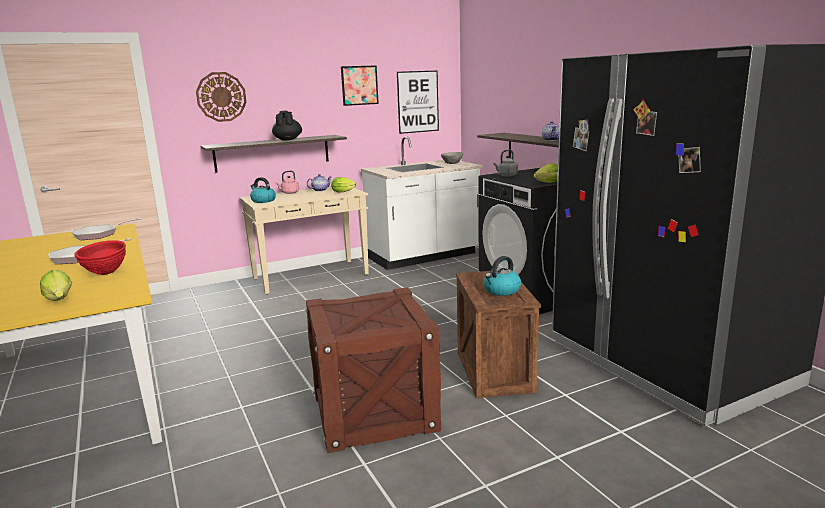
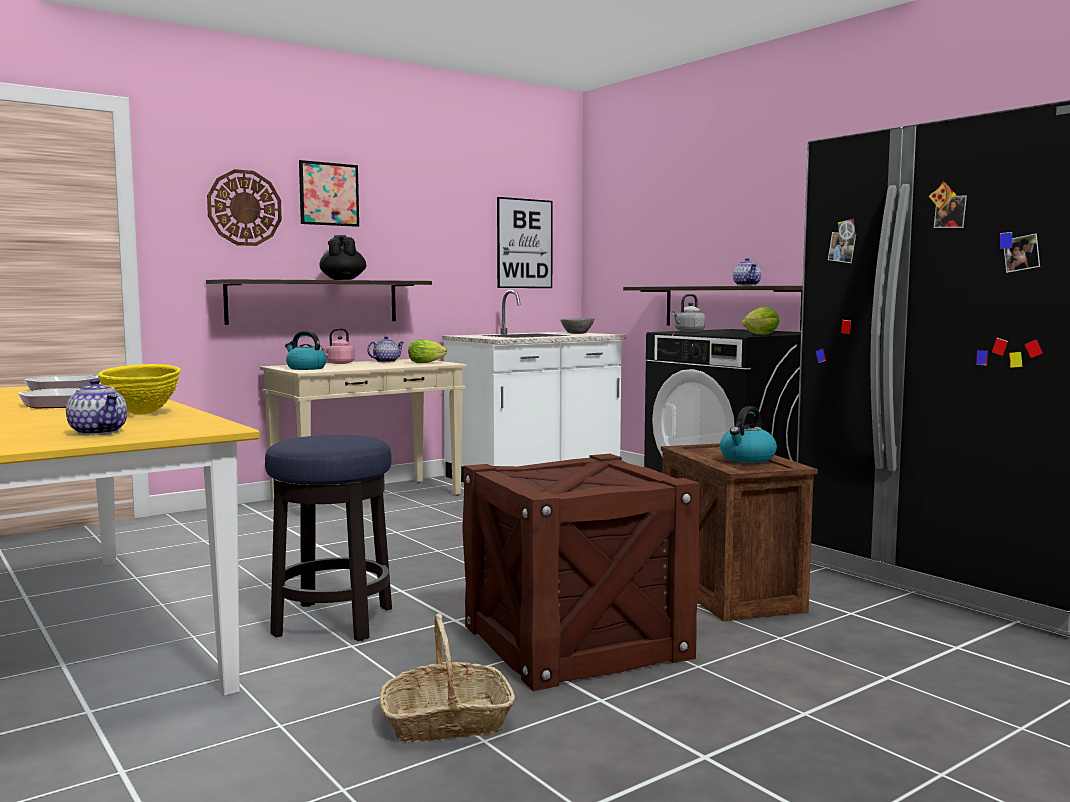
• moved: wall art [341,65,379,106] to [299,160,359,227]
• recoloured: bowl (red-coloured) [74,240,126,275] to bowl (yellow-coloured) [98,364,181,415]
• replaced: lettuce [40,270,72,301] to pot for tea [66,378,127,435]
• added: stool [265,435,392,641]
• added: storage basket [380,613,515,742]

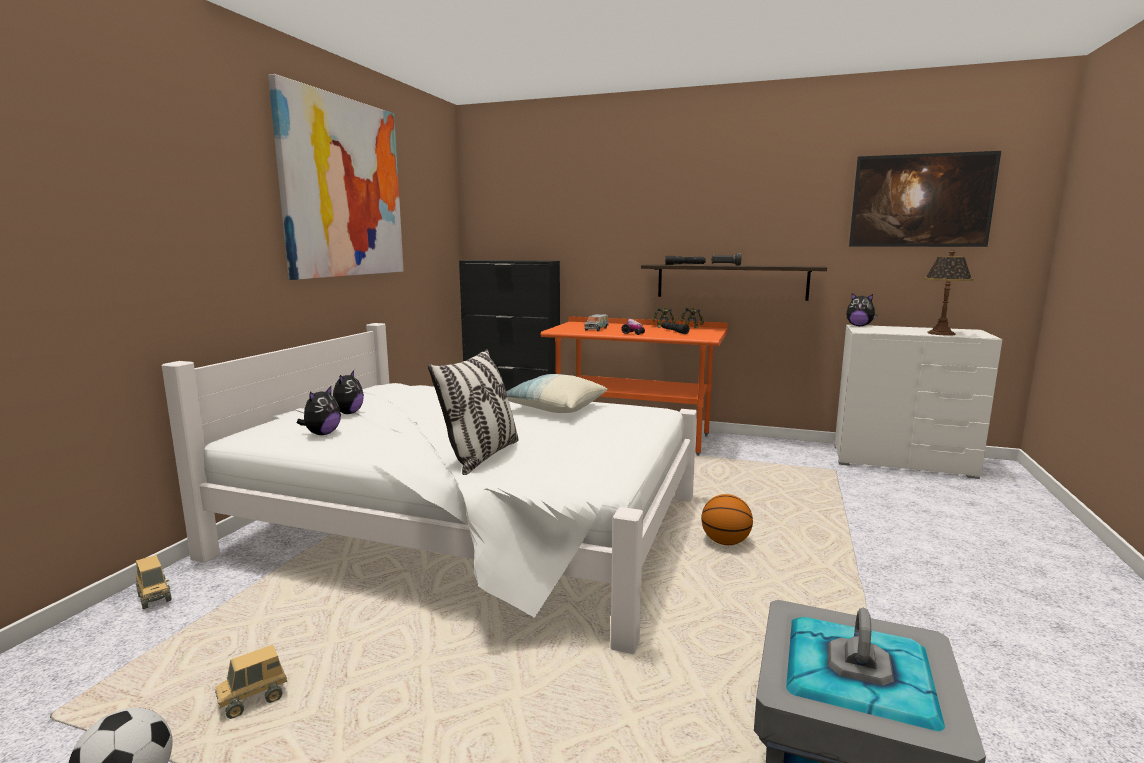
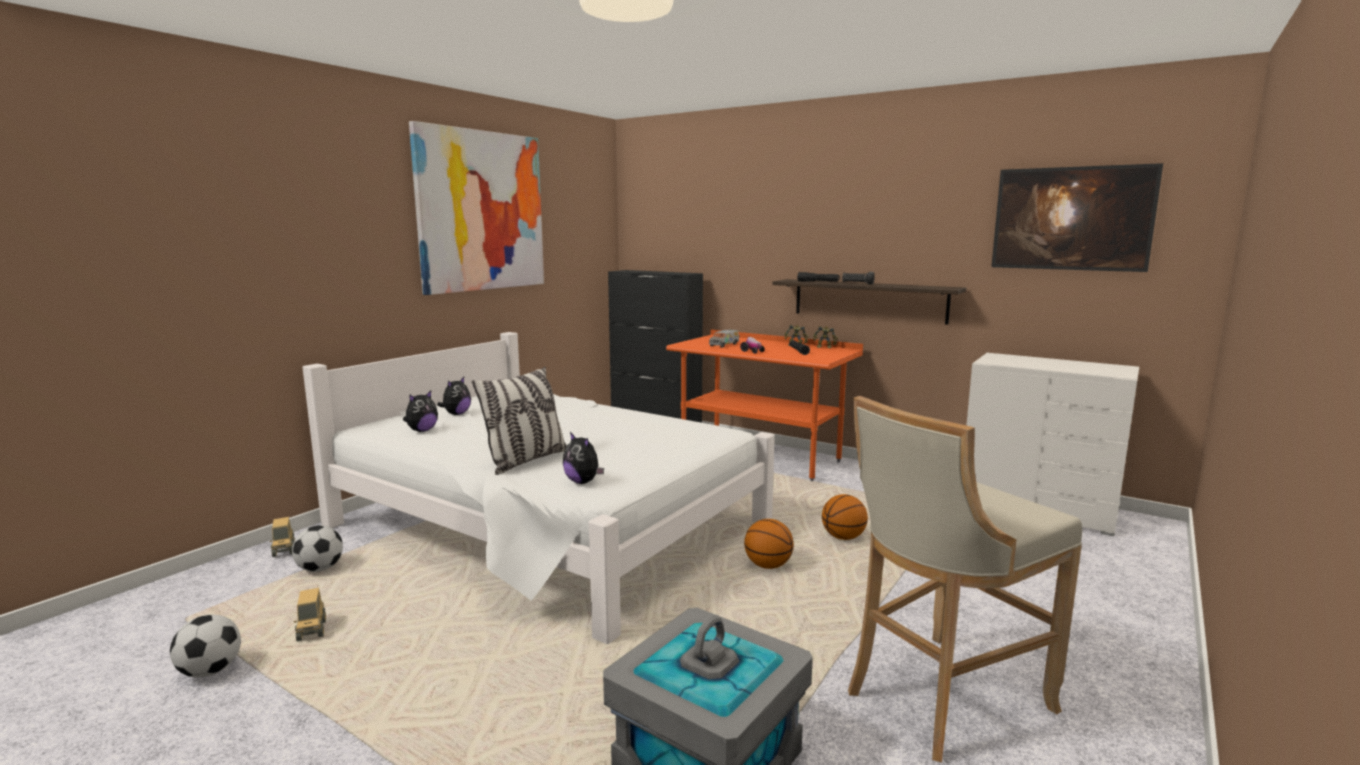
• removed: lamp for a table [924,250,973,336]
• moved: soft toy [846,293,878,326] to [563,432,604,484]
• removed: throw pillow [506,374,607,413]
• turned: toy truck [215,645,287,719] = [294,588,326,641] 90 degrees counterclockwise
• added: stool (sand-coloured) [848,396,1082,763]
• added: ball for basketball [822,494,868,540]
• added: ball for football [292,525,343,572]

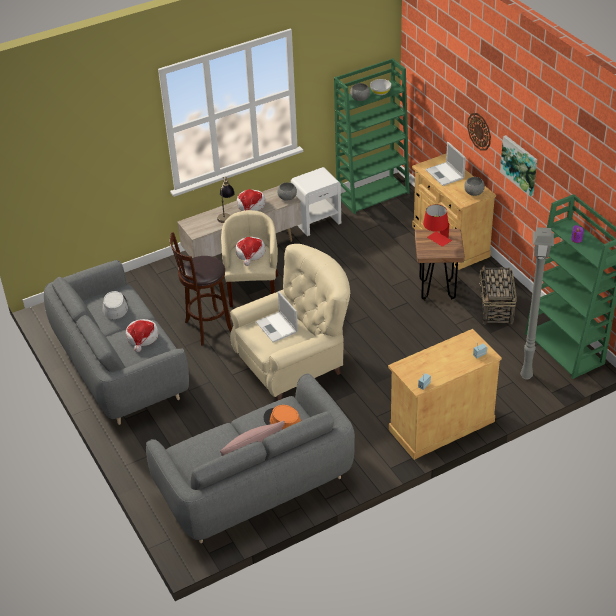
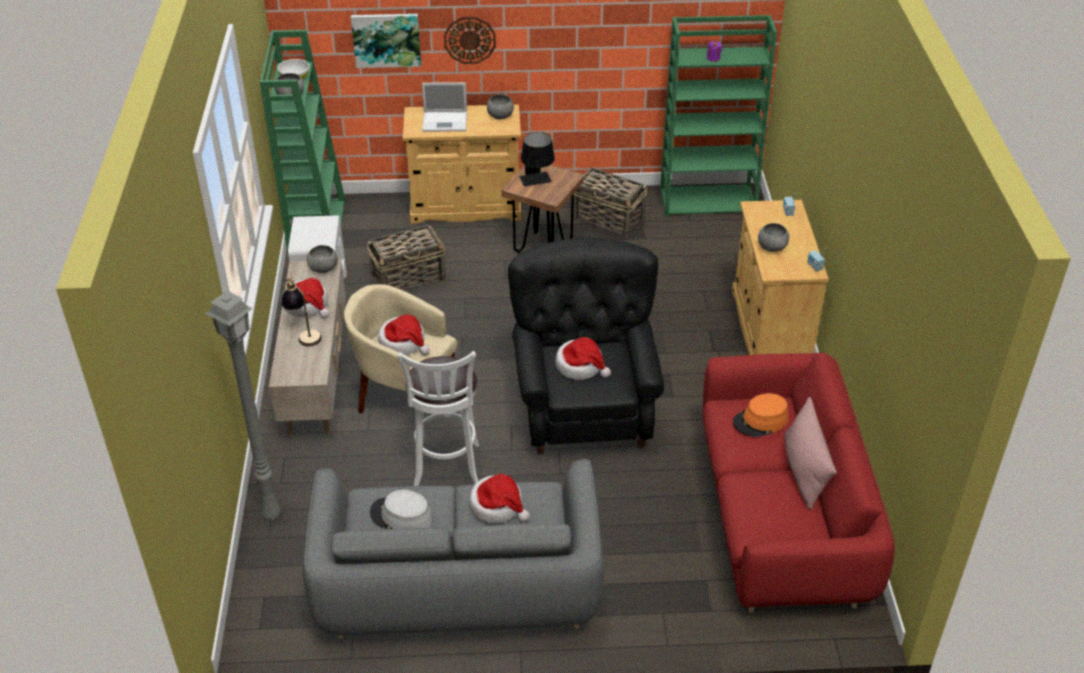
• moved: wall art [500,135,537,197] to [351,14,421,68]
• recoloured: lamp for a table (red-coloured) [423,204,452,247] to lamp for a table (black) [519,132,555,186]
• moved: floor lamp (gray) [520,227,554,380] to [205,291,281,520]
• recoloured: stool (brown) [170,232,232,346] to stool (white) [398,351,480,486]
• recoloured: armchair (sand-coloured) [230,244,350,401] to armchair (black) [508,238,664,455]
• replaced: notebook computer [256,291,298,343] to wearable hat [555,337,611,380]
• recoloured: settee (gray) [146,374,355,543] to settee (red-coloured) [703,353,895,612]
• added: bowl (gray) [758,223,789,252]
• added: storage basket [367,225,446,290]

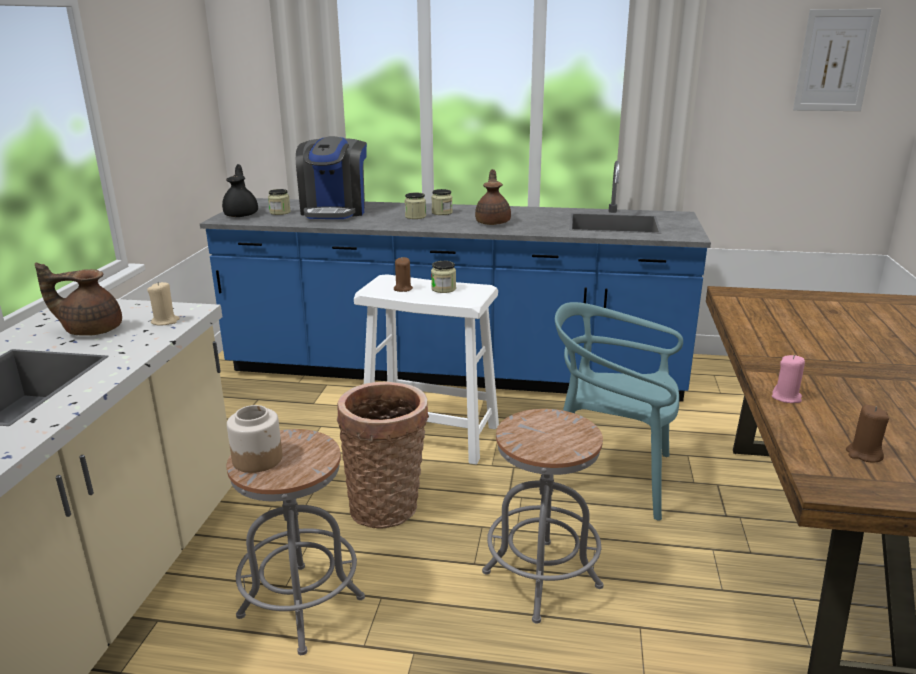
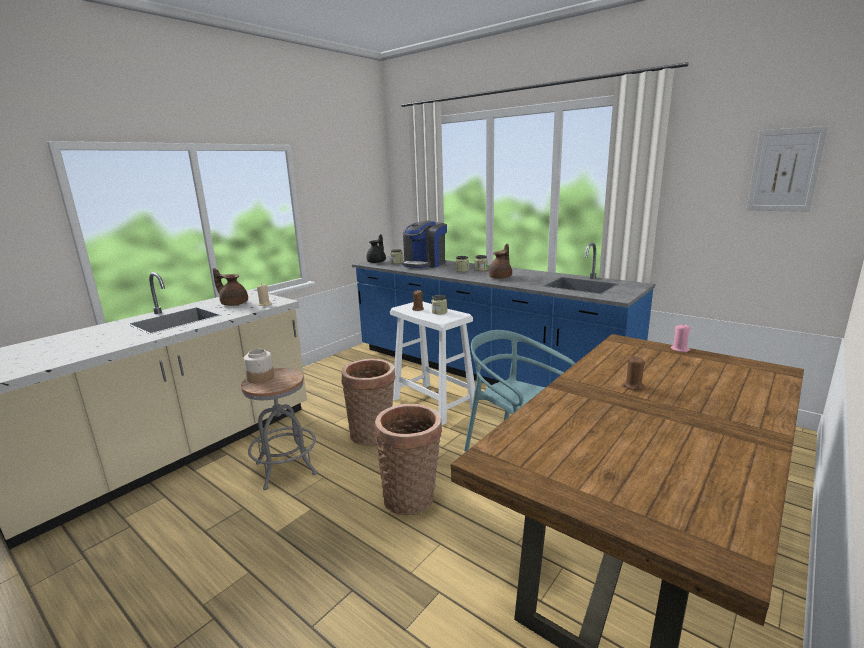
• moved: candle (pinkish) [772,355,805,403] to [670,324,690,352]
• moved: candle (brown) [846,405,889,463] to [622,356,645,390]
• replaced: stool (gray) [482,409,604,624] to storage basket [374,404,442,515]

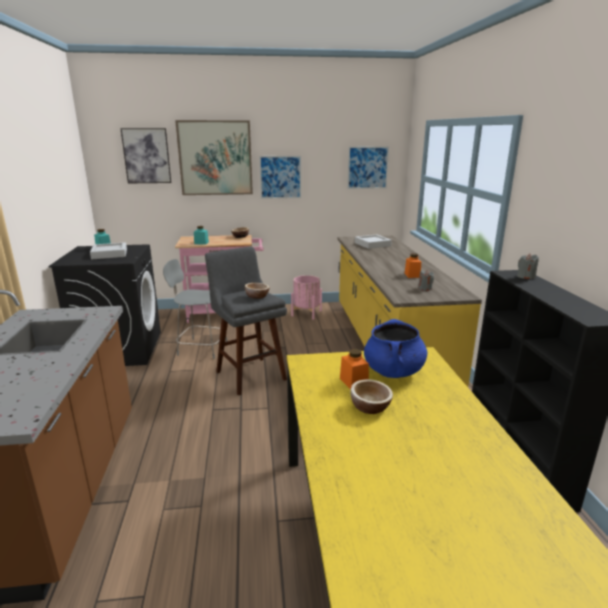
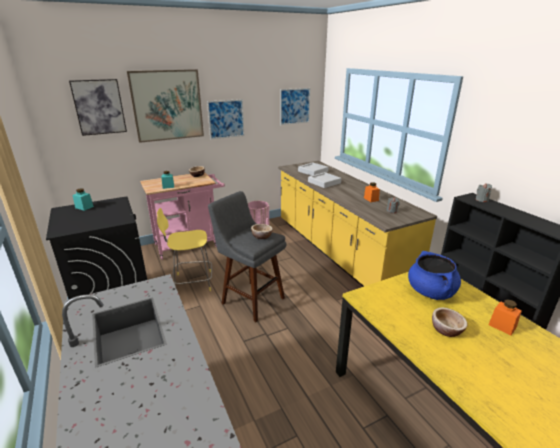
• moved: carrying tray (gray) [90,242,127,259] to [308,172,341,188]
• recoloured: stool (gray) [163,259,227,359] to stool (yellow-coloured) [157,208,212,291]
• moved: preserve jar (orangey) [340,349,369,390] to [488,299,522,335]

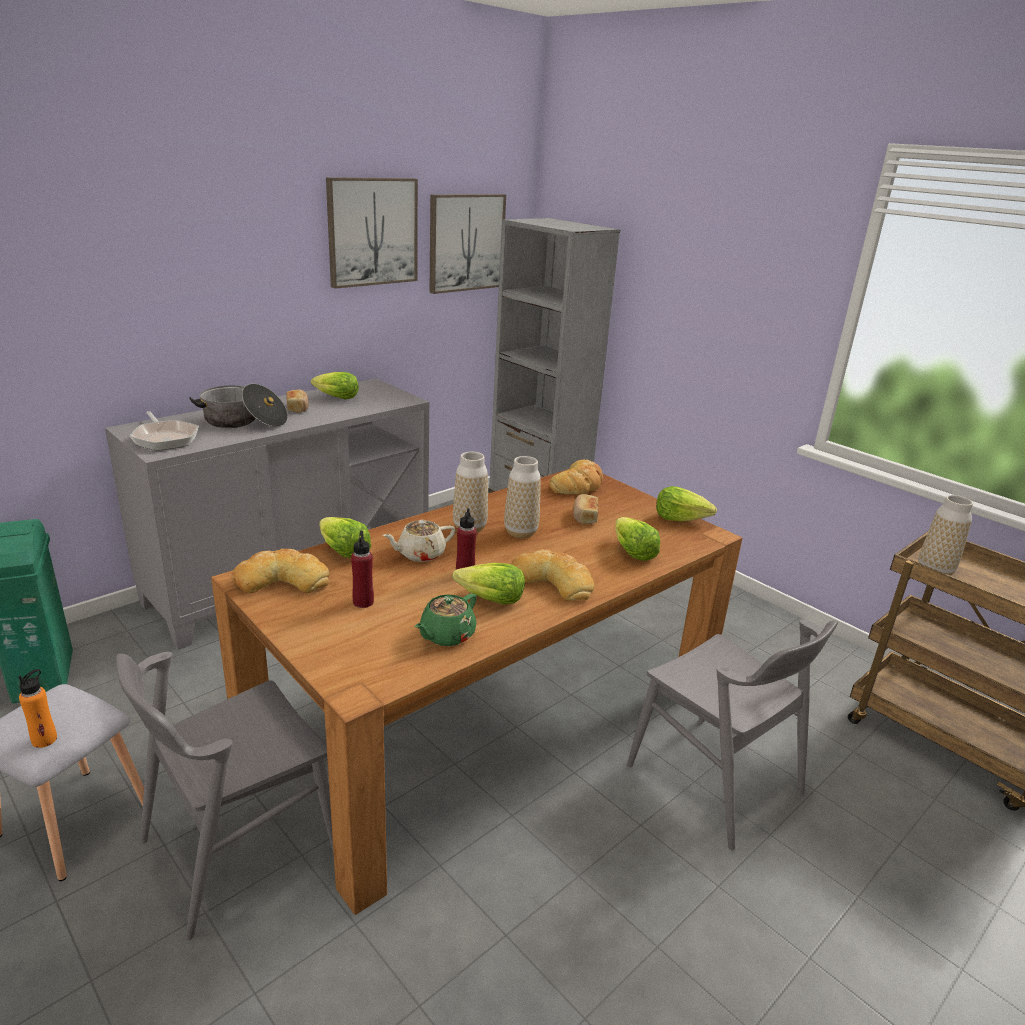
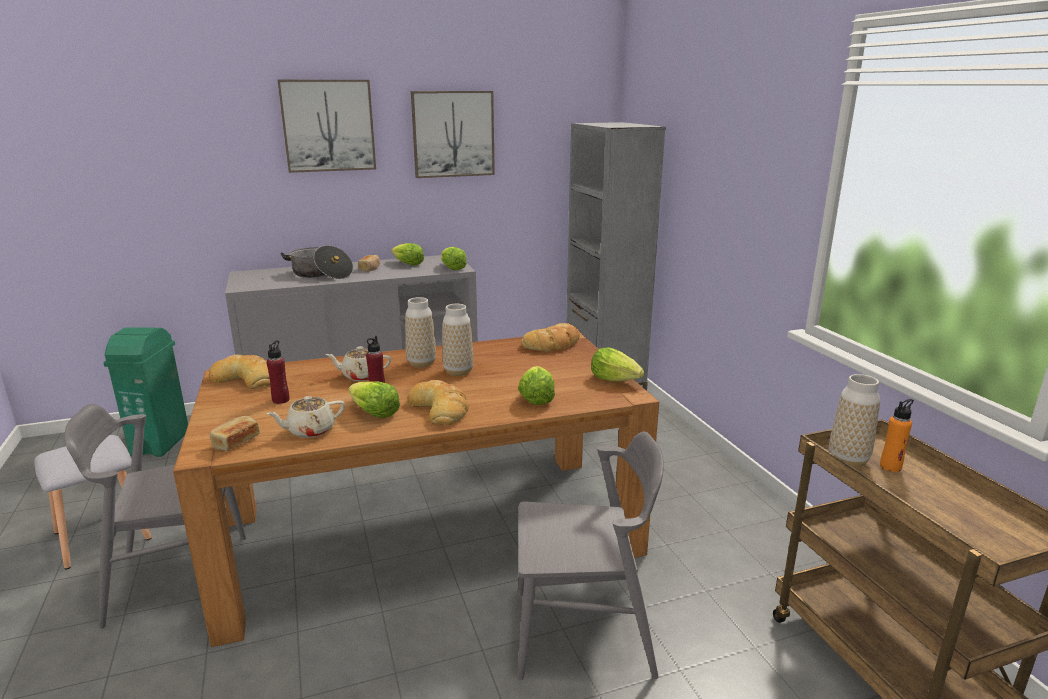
• moved: wall art [429,194,506,294] to [278,80,376,173]
• removed: skillet [130,411,199,451]
• moved: baked bread [573,494,598,524] to [209,416,260,450]
• moved: lettuce [319,517,371,558] to [441,247,467,270]
• recoloured: pot for tea (greenish) [415,594,477,646] to pot for tea (sand-coloured) [266,396,345,438]
• turned: chair (gray) [627,619,838,851] = [518,431,664,681] 75 degrees counterclockwise
• moved: bottle (orangey) [18,669,57,748] to [880,399,914,472]

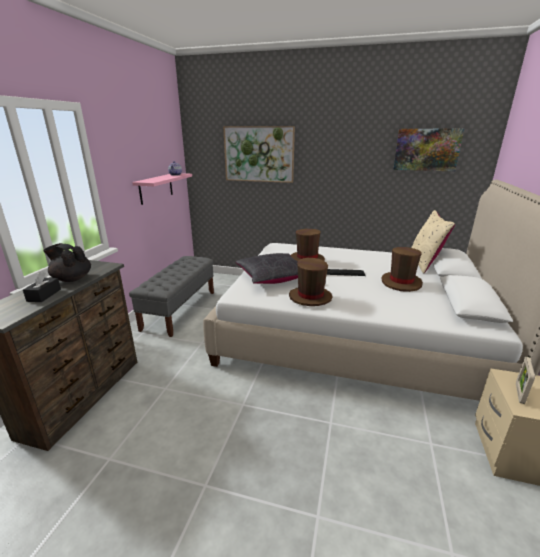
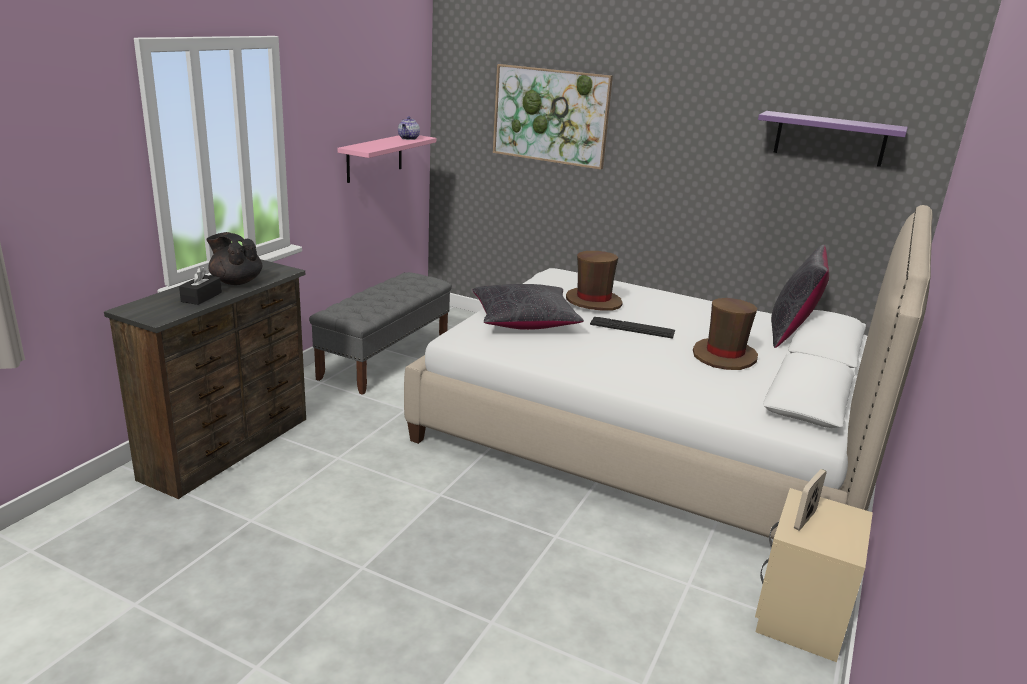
• replaced: wall art [393,129,464,171] to shelf (purple-coloured) [758,111,908,167]
• recoloured: throw pillow (sand-coloured) [411,210,455,273] to throw pillow (black) [771,245,829,348]
• removed: wearable hat (brown) [289,258,332,306]

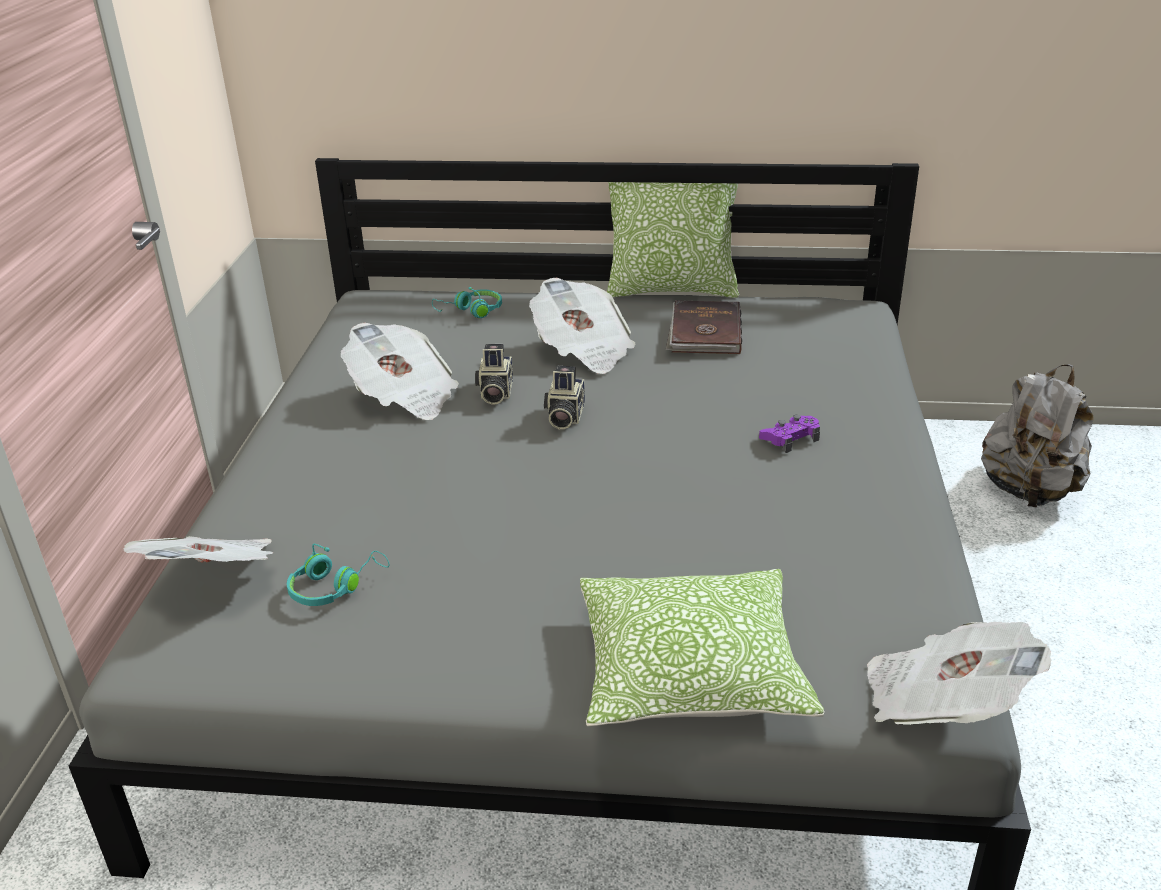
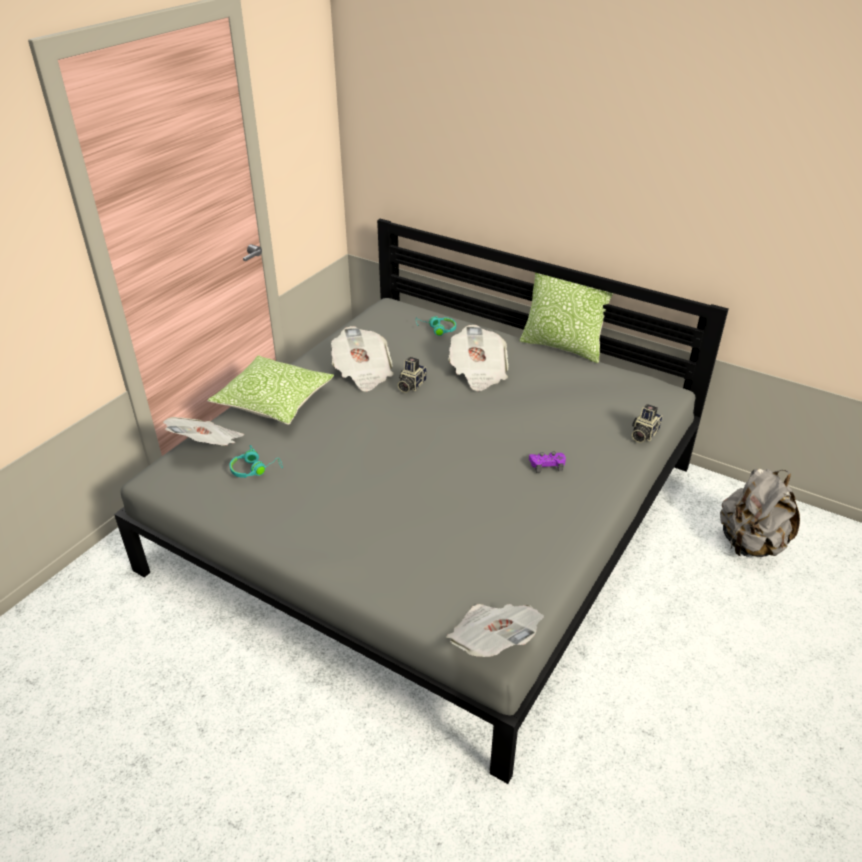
• removed: volume (brown) [666,301,742,354]
• moved: photo camera [544,366,585,429] to [632,404,663,443]
• moved: throw pillow [580,569,824,726] to [207,355,334,425]

